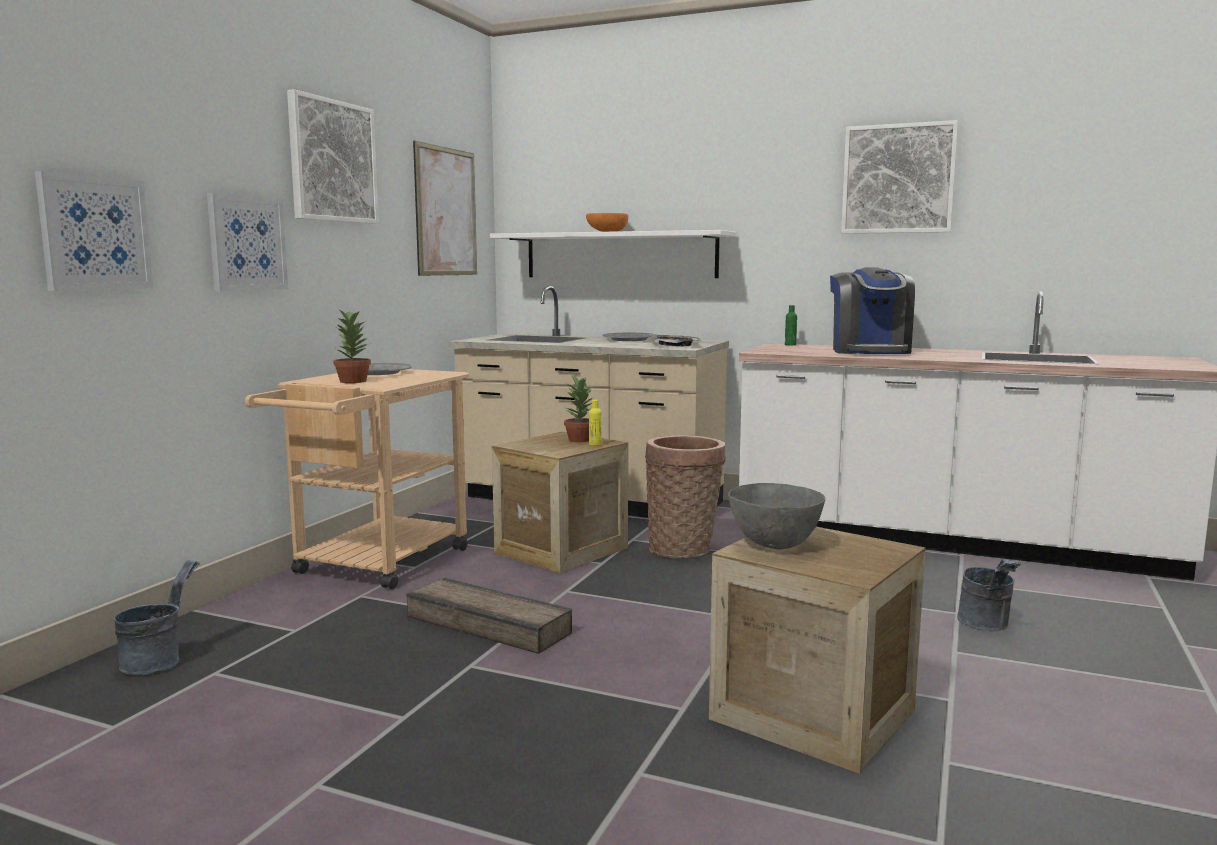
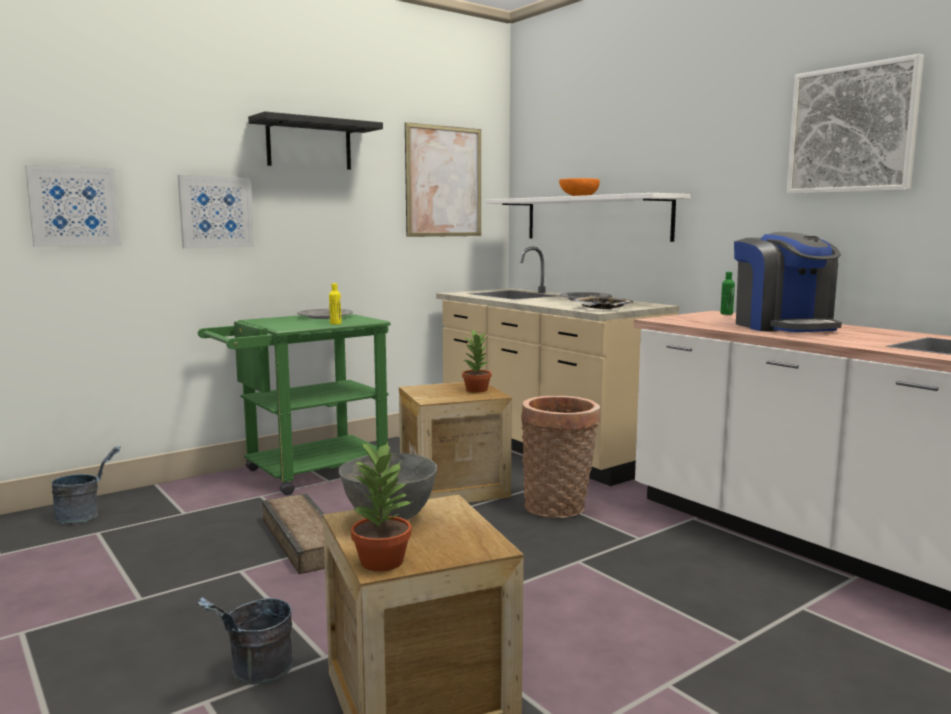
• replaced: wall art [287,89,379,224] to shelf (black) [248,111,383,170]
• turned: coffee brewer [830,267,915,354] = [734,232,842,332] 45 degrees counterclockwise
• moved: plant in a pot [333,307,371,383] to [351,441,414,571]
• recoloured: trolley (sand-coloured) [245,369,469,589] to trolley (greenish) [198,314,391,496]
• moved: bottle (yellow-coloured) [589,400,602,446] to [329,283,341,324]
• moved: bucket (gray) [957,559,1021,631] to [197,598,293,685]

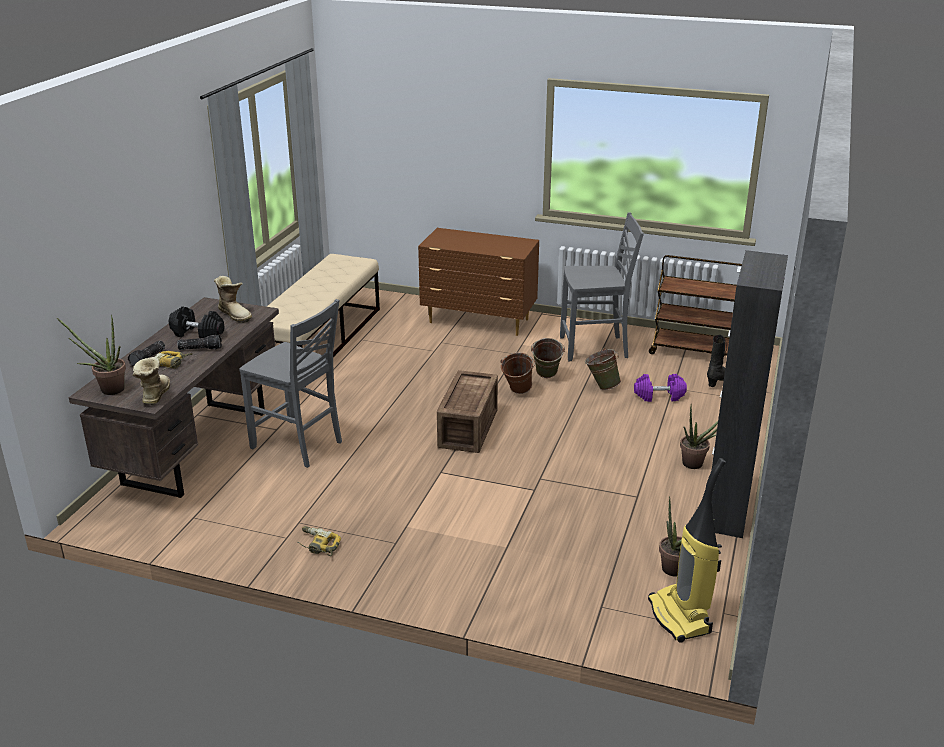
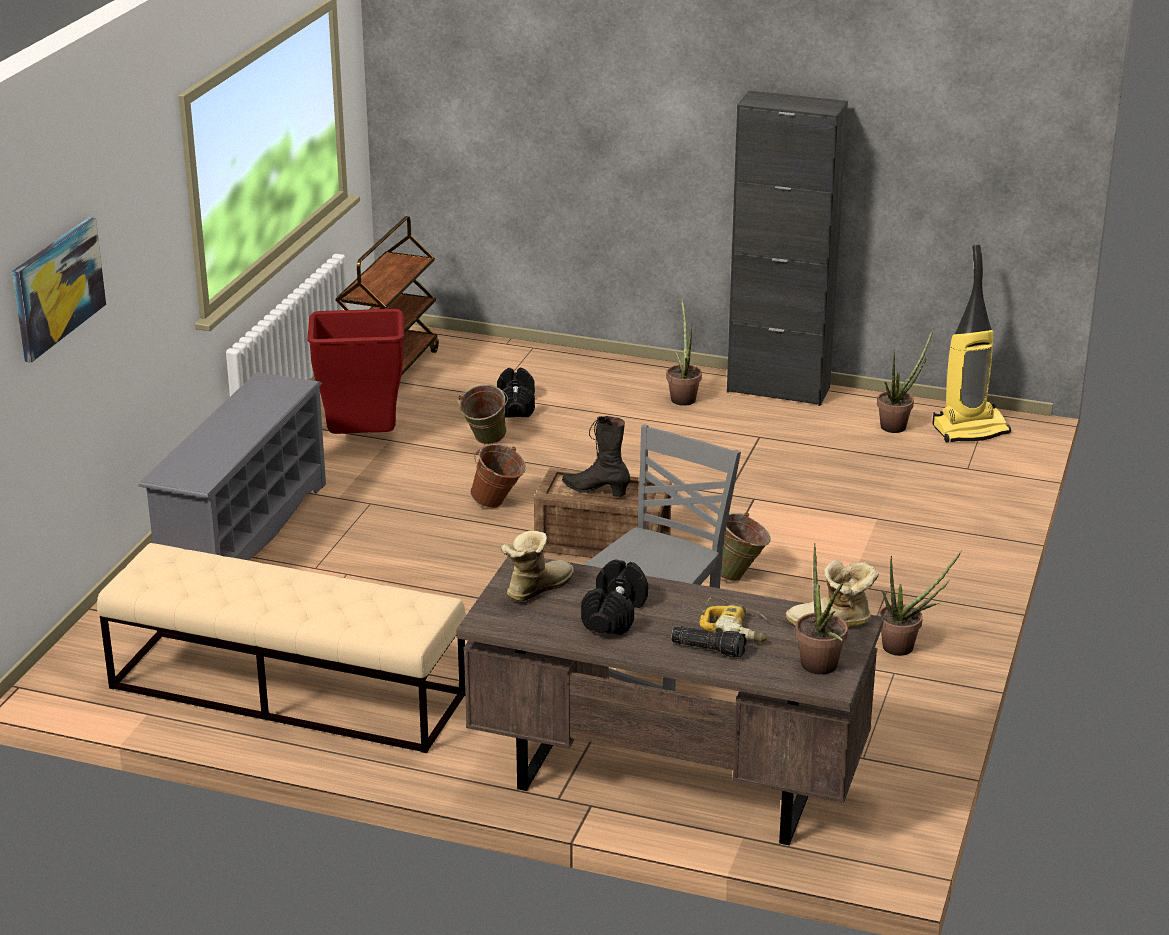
• replaced: chair (gray) [560,212,644,361] to rubbish bin (red-coloured) [307,309,404,434]
• replaced: dresser (brown) [418,228,539,336] to shoe stand (gray) [138,372,326,560]
• removed: torch [177,335,222,350]
• moved: tall boot (black) [707,335,727,387] to [562,416,630,497]
• moved: bucket (greenish) [531,338,565,378] to [721,512,771,581]
• recoloured: dumbbell (purple-coloured) [634,374,687,402] to dumbbell (black) [497,368,535,417]
• replaced: electric drill [297,526,341,556] to plant in a pot [878,551,961,656]
• added: wall art [12,217,106,363]

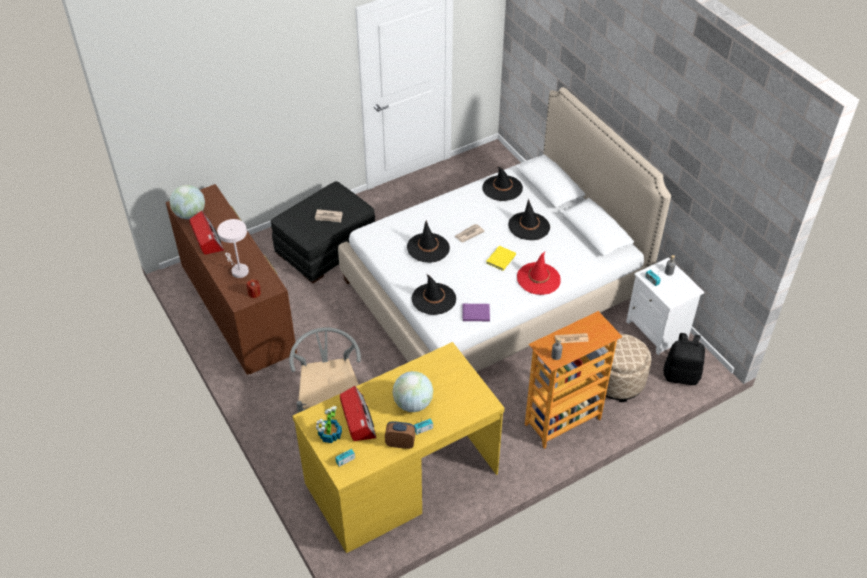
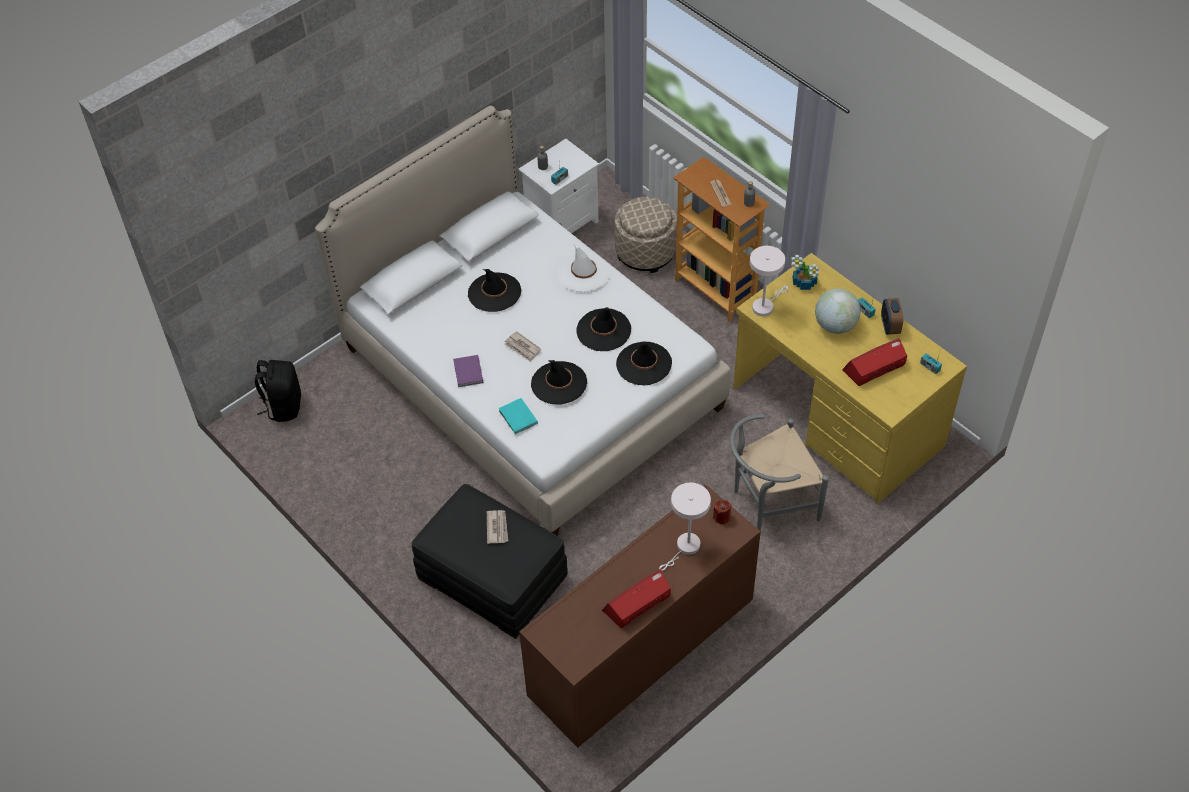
• moved: wearable hat (black) [482,167,523,201] to [577,307,631,351]
• removed: globe [170,185,205,219]
• removed: volume (yellow-coloured) [486,246,516,271]
• recoloured: wearable hat (red-coloured) [517,251,561,295] to wearable hat (white) [557,244,610,292]
• moved: volume (purple-coloured) [462,304,490,321] to [453,355,483,387]
• moved: knapsack (black) [663,333,705,385] to [255,360,301,422]
• moved: plant in a pot [316,406,342,443] to [791,255,819,290]
• added: lamp for a table (white) [750,246,788,317]
• added: volume (blue-green) [499,398,538,434]

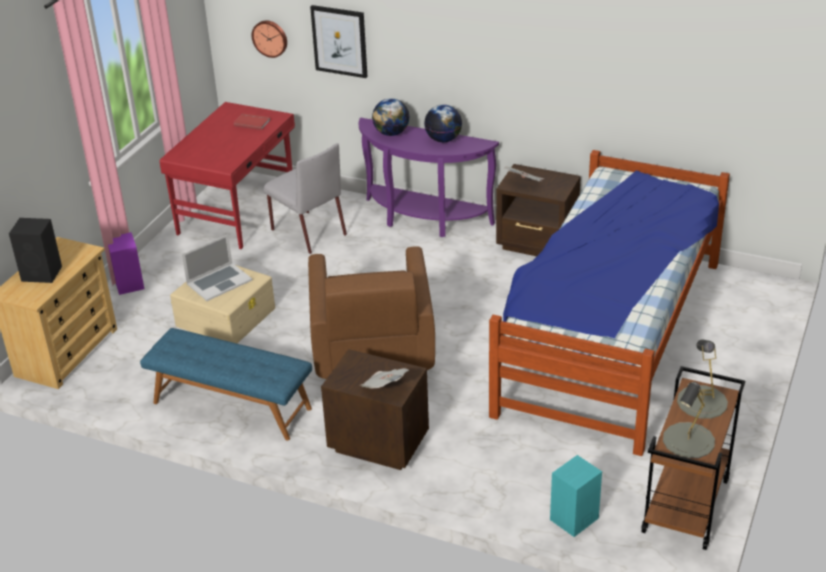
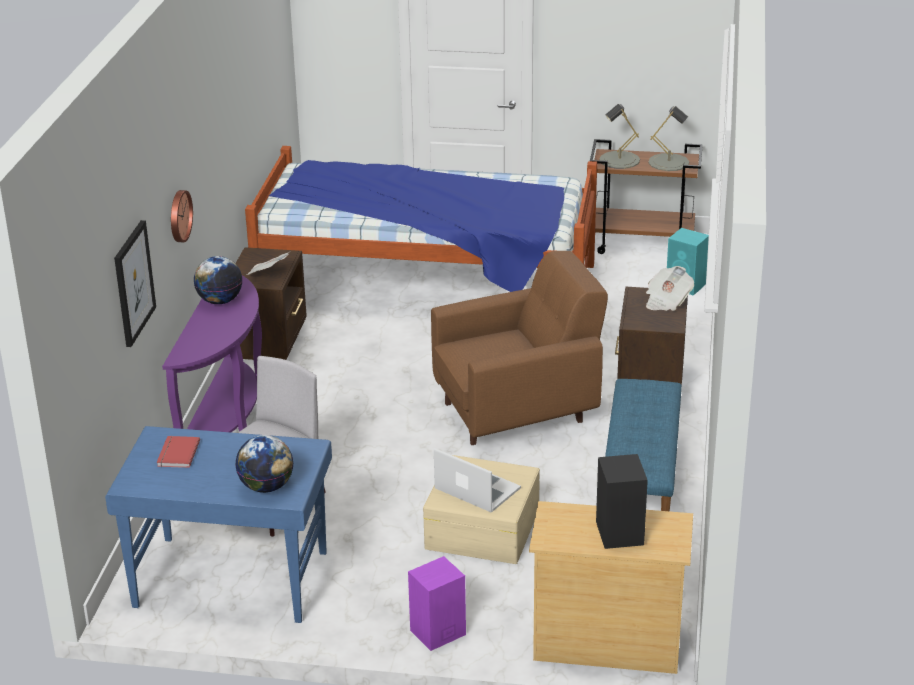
• moved: hanging clock [252,20,287,58] to [171,190,193,242]
• moved: globe [372,98,409,136] to [235,435,293,493]
• recoloured: desk table (red-coloured) [159,102,295,249] to desk table (blue-coloured) [105,426,332,623]

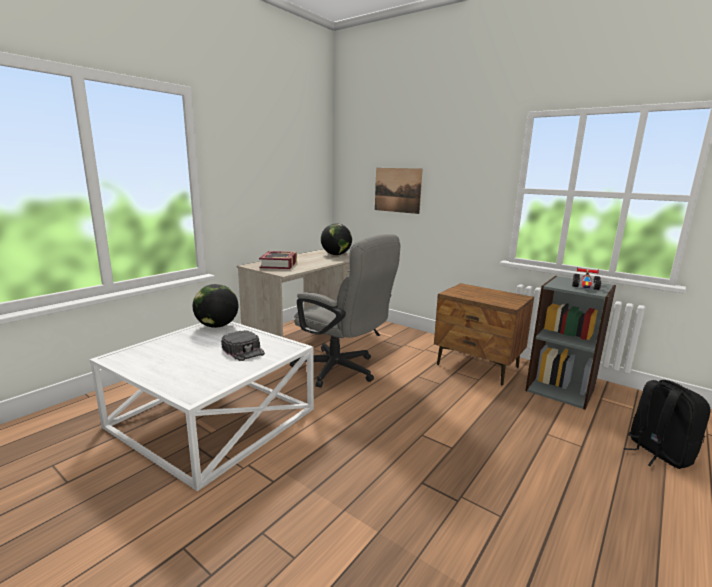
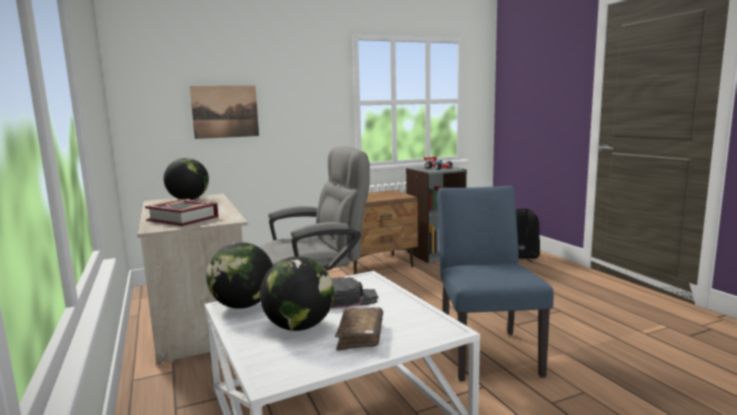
• added: chair (blue-coloured) [437,186,554,381]
• added: globe [260,256,334,331]
• added: volume (brown) [335,307,383,351]

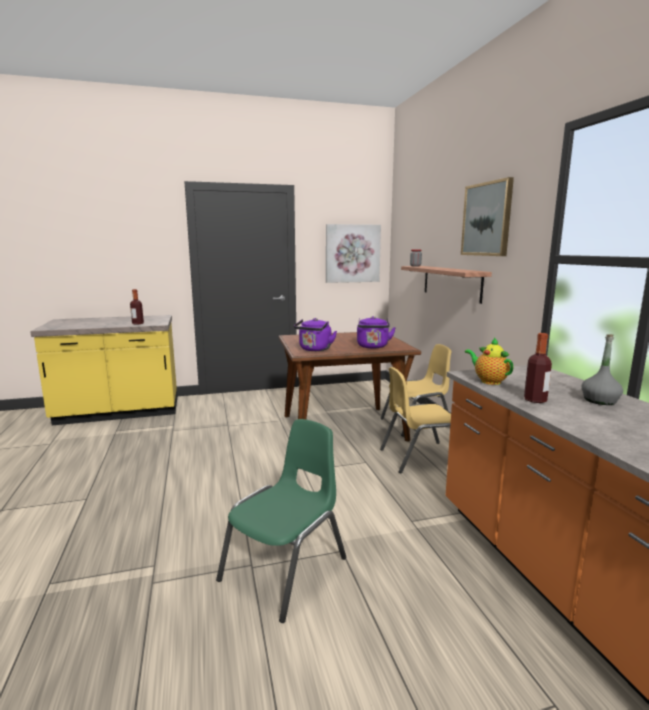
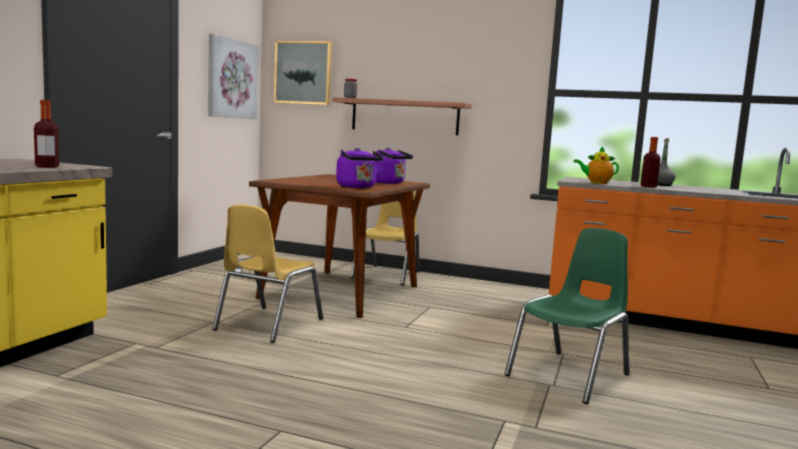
• moved: wall art [461,177,514,256] to [274,41,332,105]
• moved: chair (yellow-coloured) [380,367,451,473] to [212,204,323,343]
• turned: chair (greenish) [216,419,346,623] = [505,228,630,404] 60 degrees clockwise

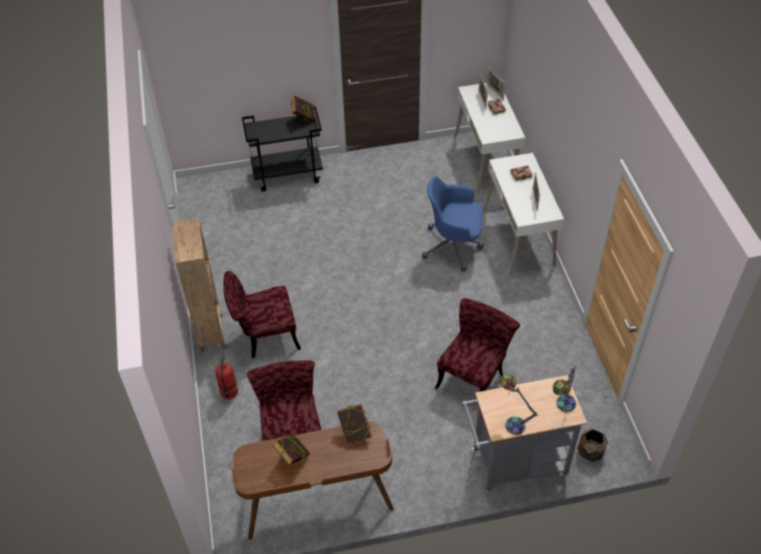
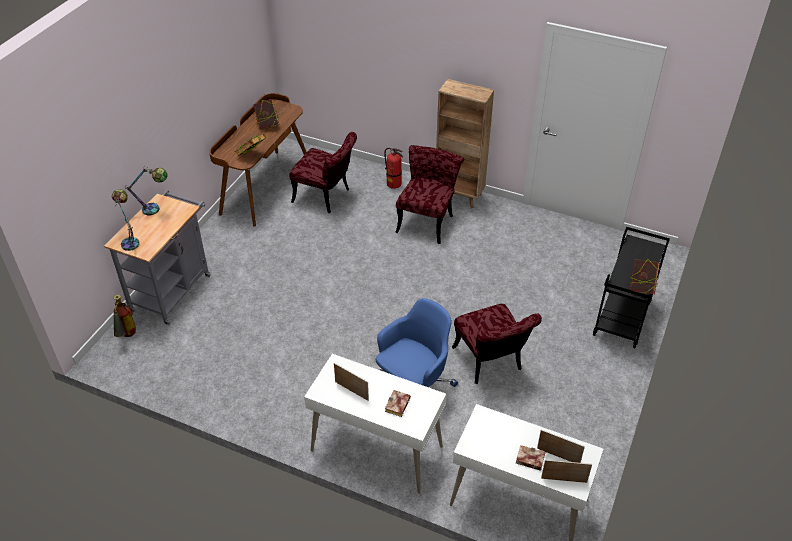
• moved: chair (red-coloured) [435,298,520,392] to [452,304,542,384]
• replaced: plant pot (brown) [577,429,608,462] to fire extinguisher [113,294,136,337]

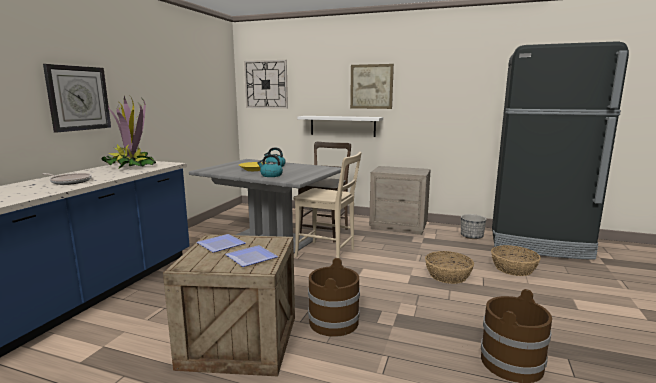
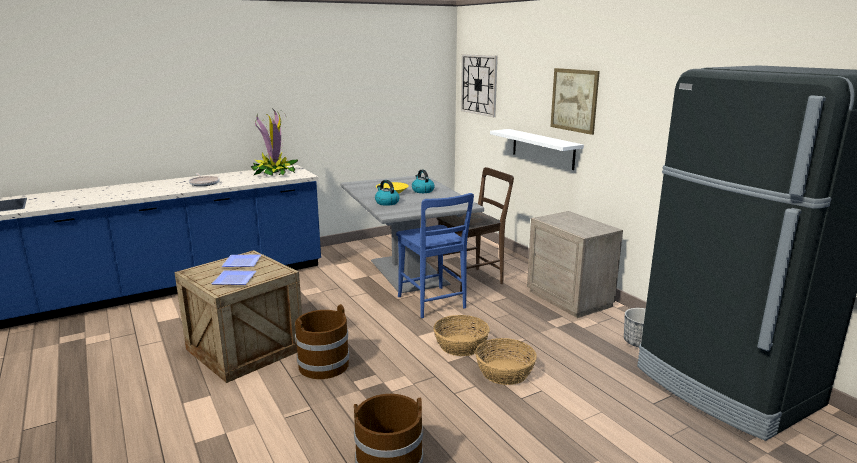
• removed: hanging clock [43,64,111,133]
• recoloured: chair (sand-coloured) [293,152,362,258] to chair (blue-coloured) [396,193,474,318]
• moved: storage basket [491,245,541,276] to [433,315,490,356]

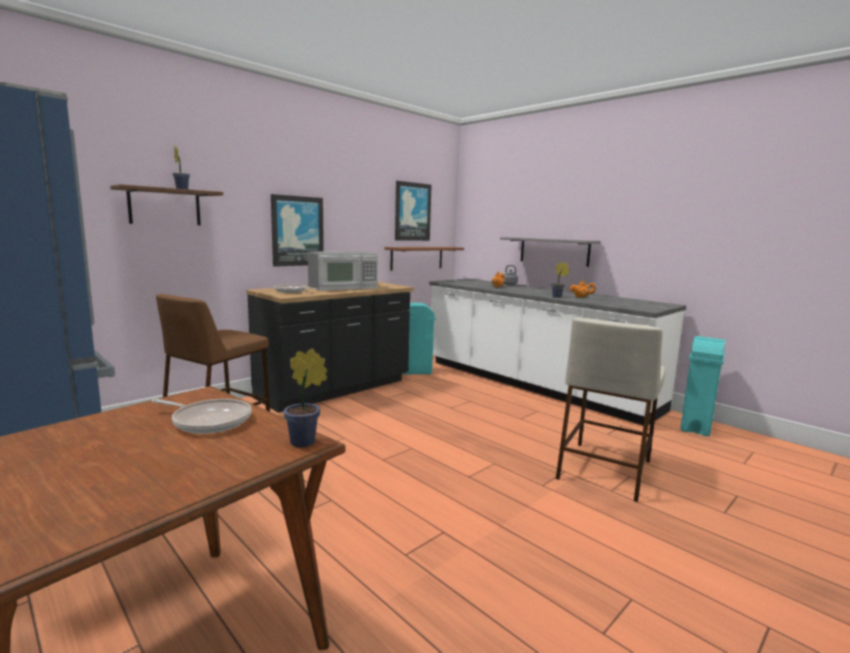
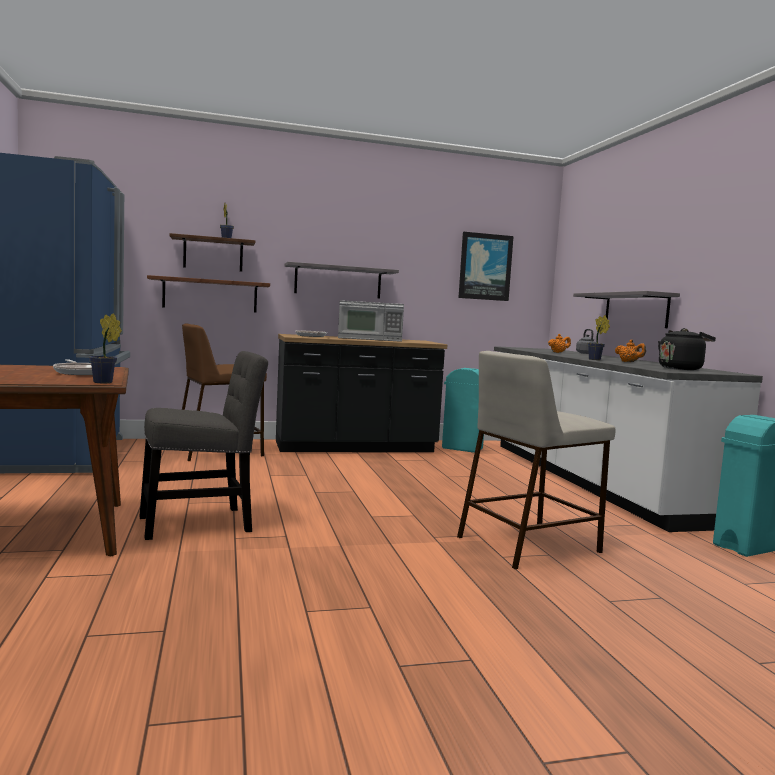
• replaced: wall art [271,194,324,267] to shelf (gray) [284,262,399,298]
• moved: shelf (brown) [384,247,464,271] to [147,275,270,313]
• added: water kettle (black) [658,328,716,370]
• added: chair (gray) [139,351,268,540]

